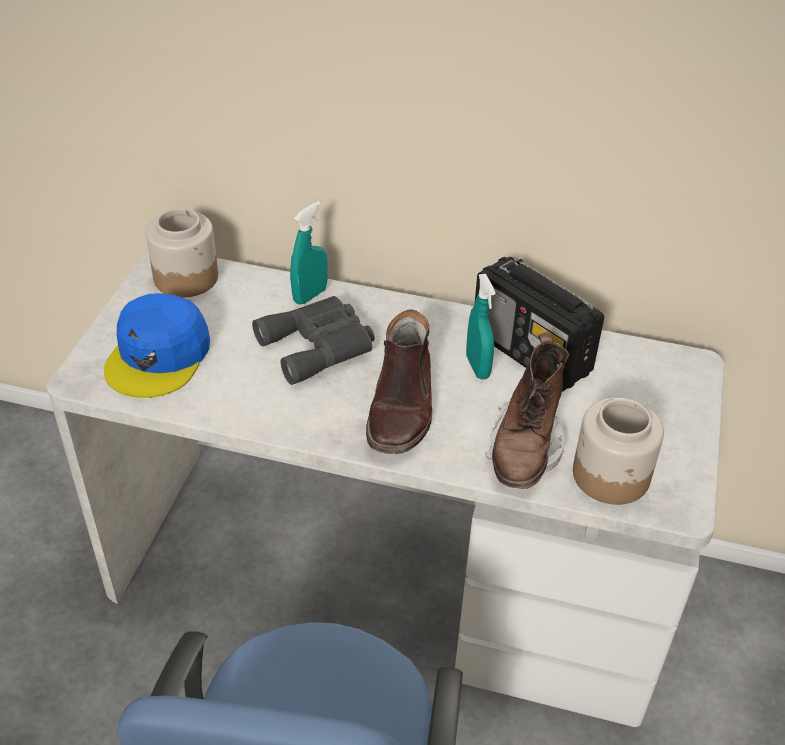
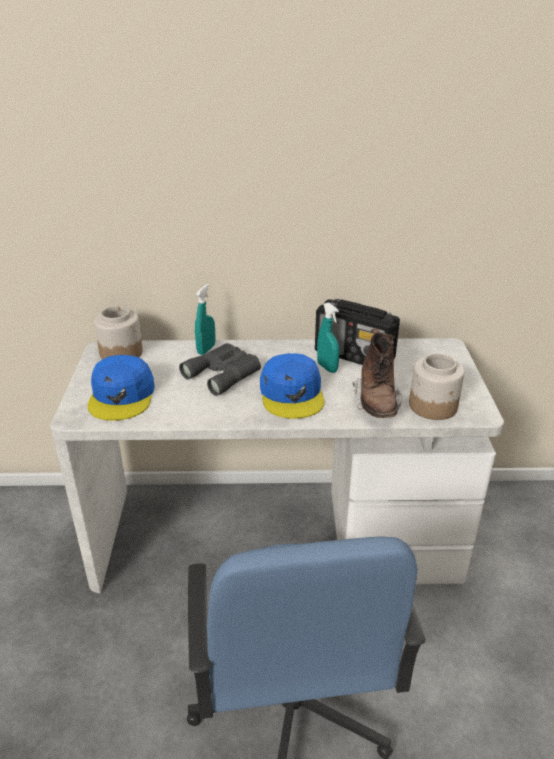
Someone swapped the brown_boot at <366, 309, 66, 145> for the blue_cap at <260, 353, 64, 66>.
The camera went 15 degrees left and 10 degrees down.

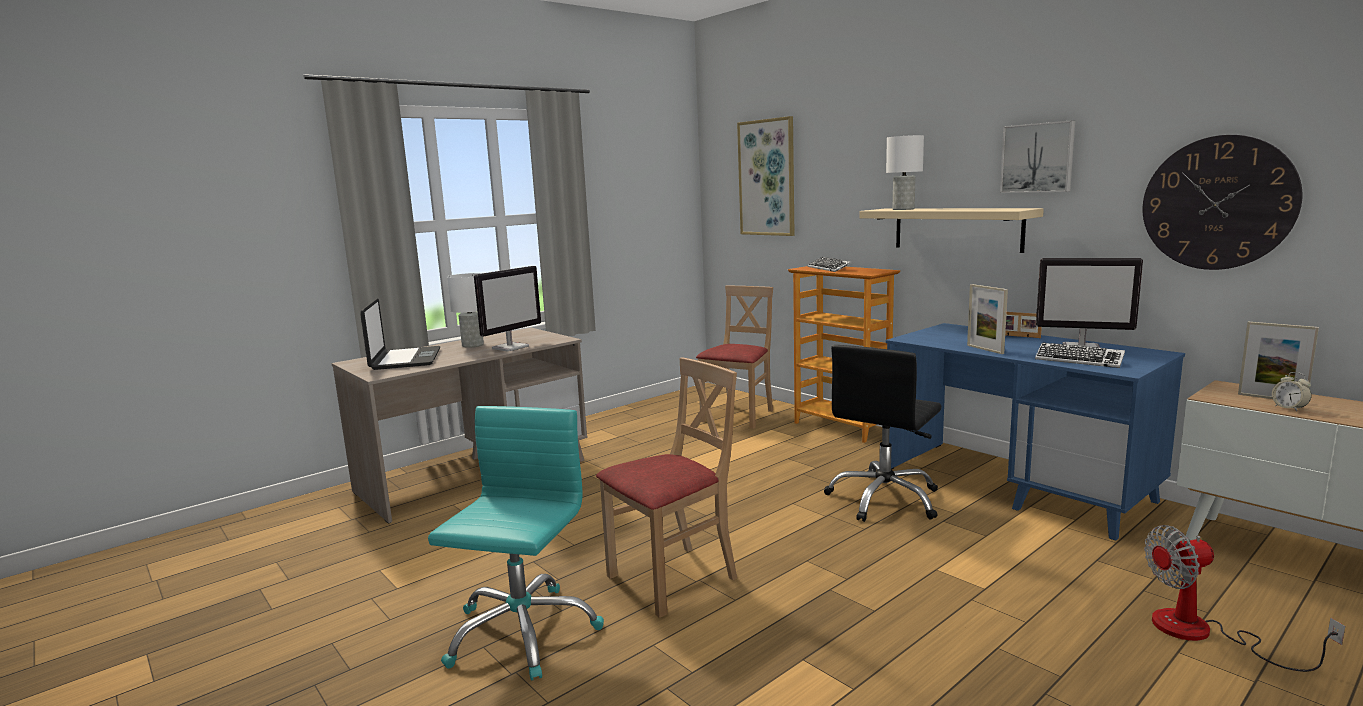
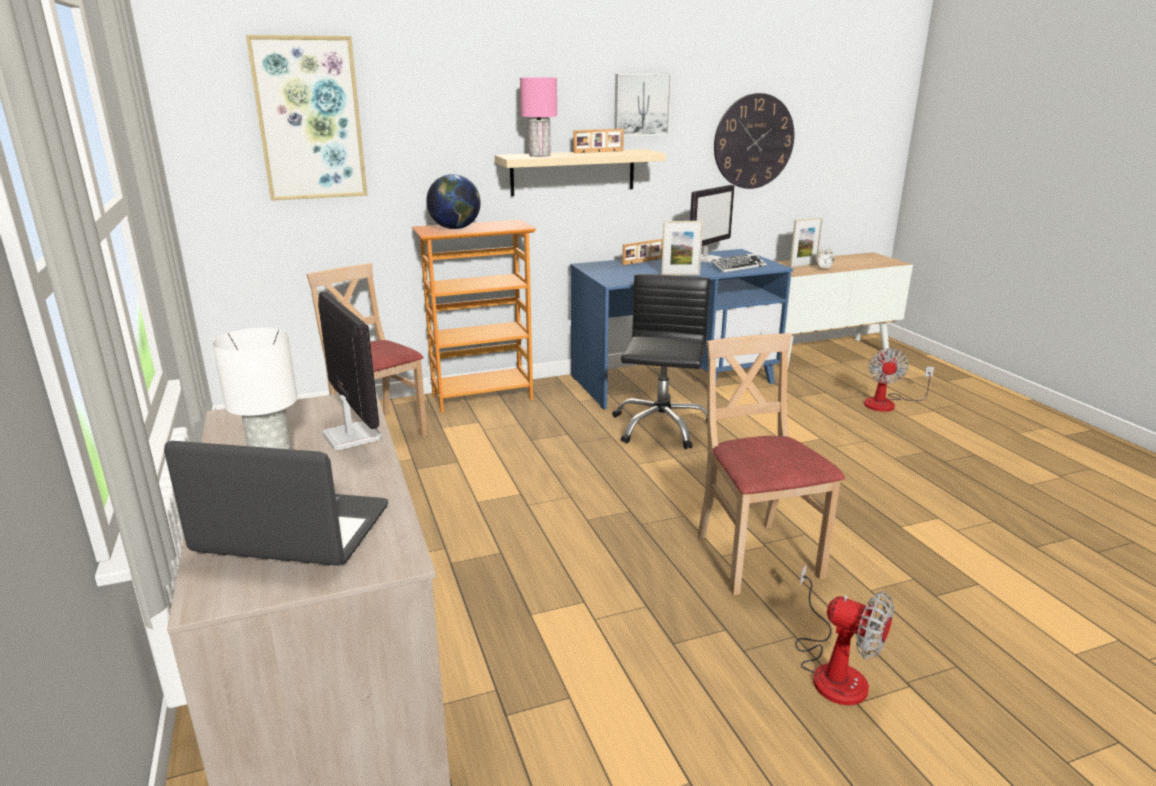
Someone swapped the keyboard at <808, 257, 43, 15> for the globe at <426, 174, 55, 55>.
Someone repainted the white_table_lamp at <886, 135, 38, 75>, which became the pink_table_lamp at <520, 78, 37, 79>.
Someone put down the picture_frame at <573, 129, 51, 24>.
Someone rotated the black_office_chair at <824, 345, 118, 177> by 135 degrees counterclockwise.
Someone swapped the turquoise_office_chair at <428, 406, 176, 275> for the fan at <795, 564, 99, 141>.
The camera went 70 degrees left and 10 degrees up.

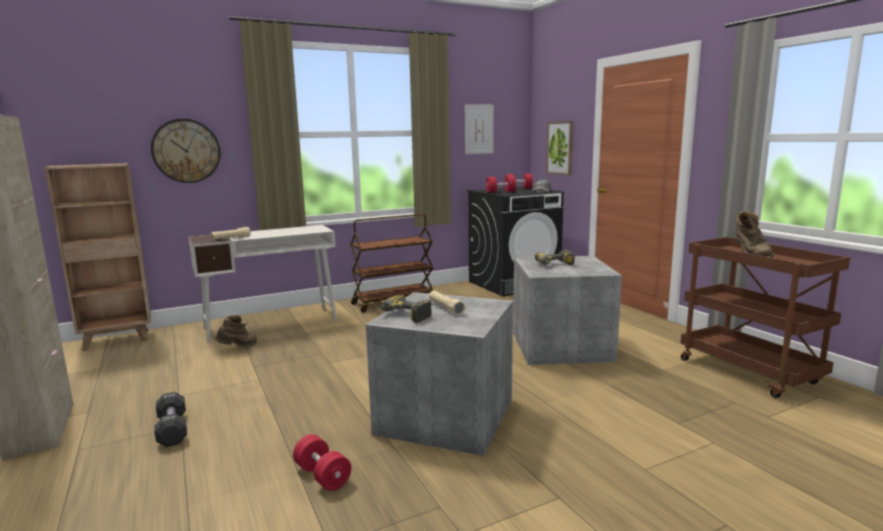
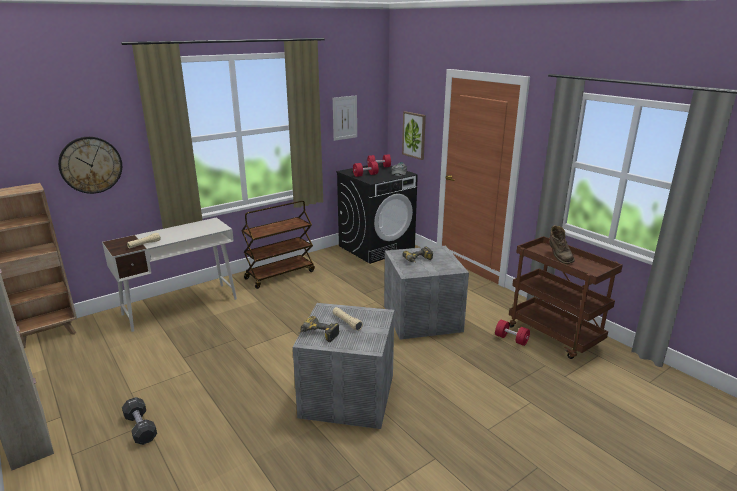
Someone carried the red_dumbbell from <293, 434, 58, 57> to <495, 320, 35, 26>.
Someone took away the brown_boot at <215, 315, 42, 32>.
The camera went 10 degrees left and 10 degrees up.

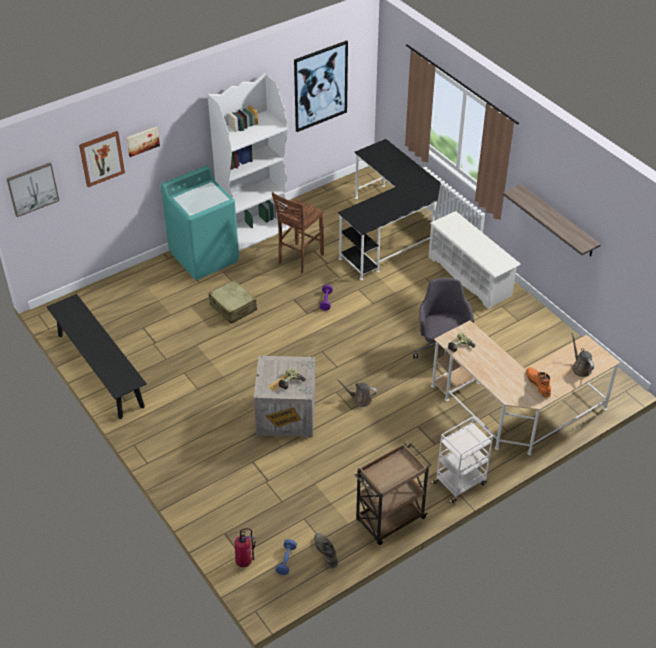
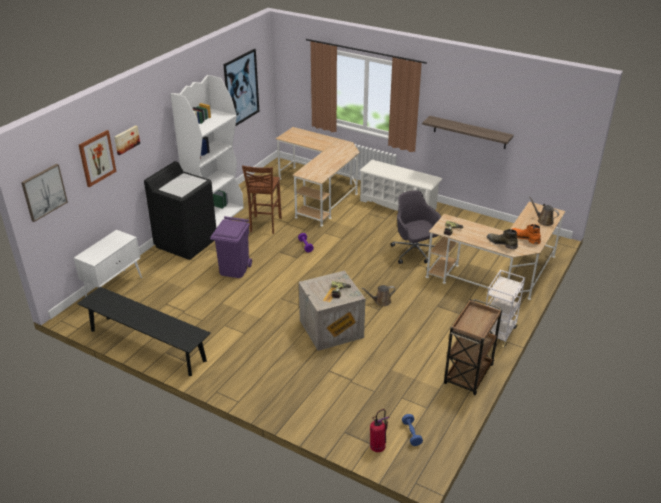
Someone put down the white_cabinet at <74, 230, 68, 67>.
Someone repainted the turquoise_washing_machine at <161, 166, 78, 114>, which became the black_washing_machine at <144, 161, 72, 99>.
Someone swapped the beige_suitcase at <209, 280, 48, 44> for the purple_trash_can at <210, 216, 42, 62>.
Someone repainted the black_desk at <338, 139, 103, 141>, which became the beige_desk at <276, 127, 84, 100>.
Someone carried the green_boot from <314, 533, 24, 35> to <487, 229, 31, 20>.
The camera went 25 degrees left and 10 degrees down.

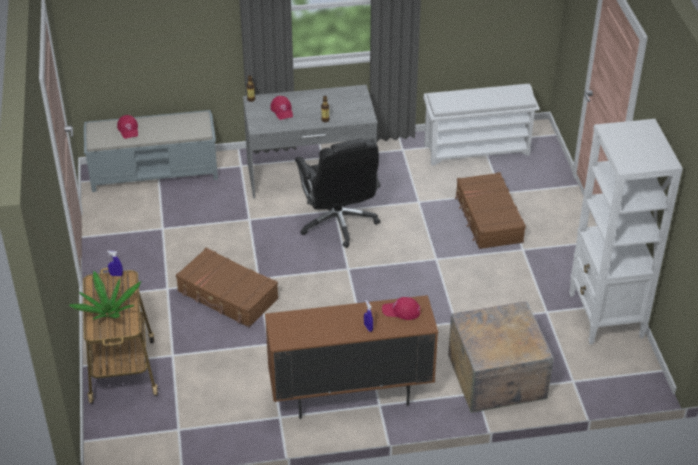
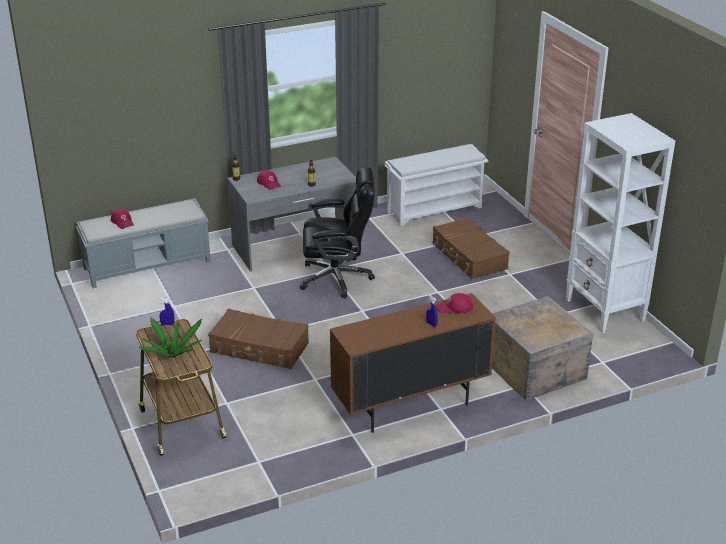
Someone rotated the black_office_chair at <295, 139, 85, 109> by 60 degrees counterclockwise.
The camera went 15 degrees left and 10 degrees down.

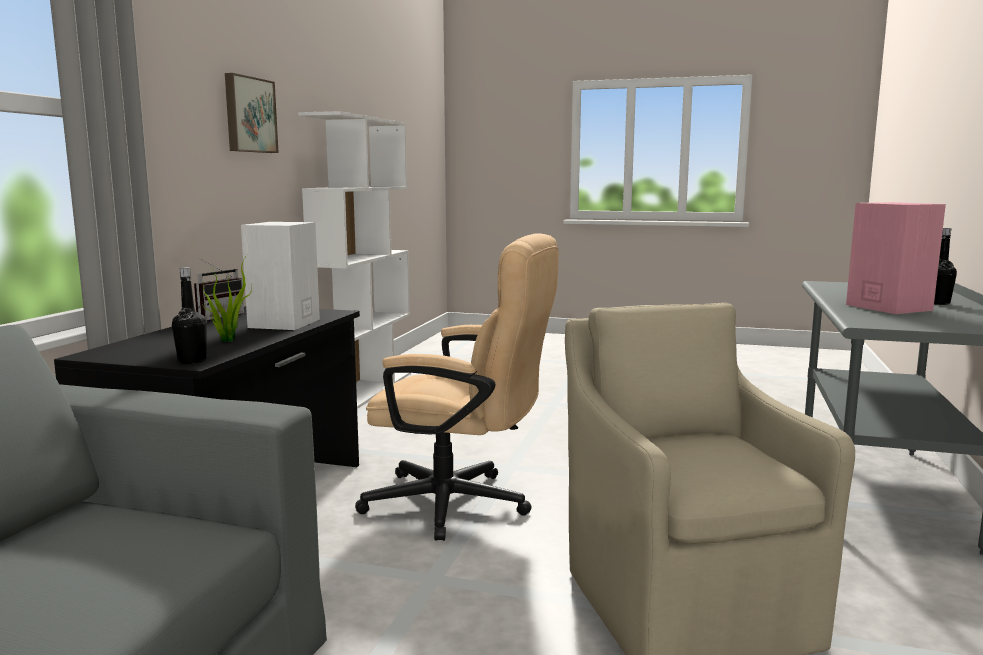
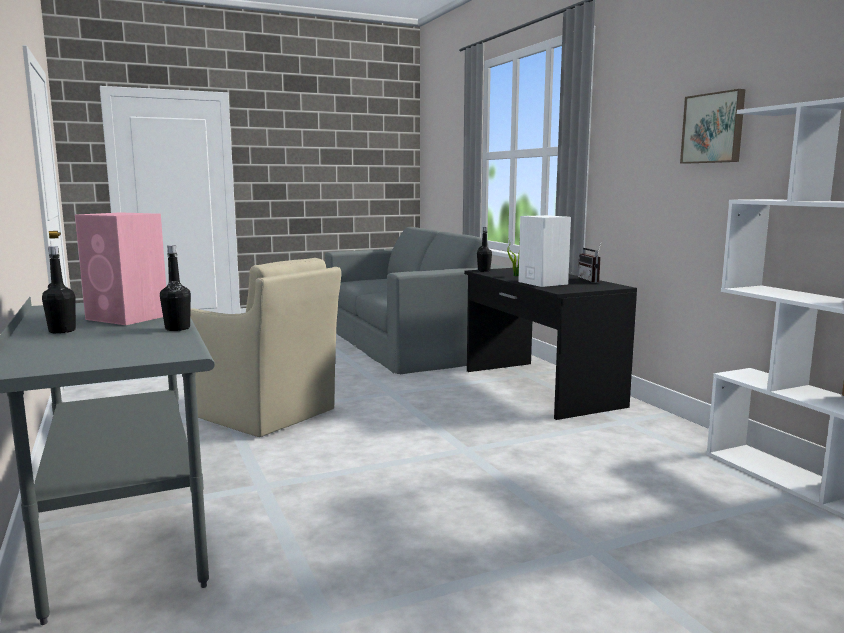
Someone put down the black_bottle at <160, 245, 31, 86>.
Someone took away the beige_office_chair at <355, 233, 204, 308>.
The camera went 140 degrees right and 0 degrees up.

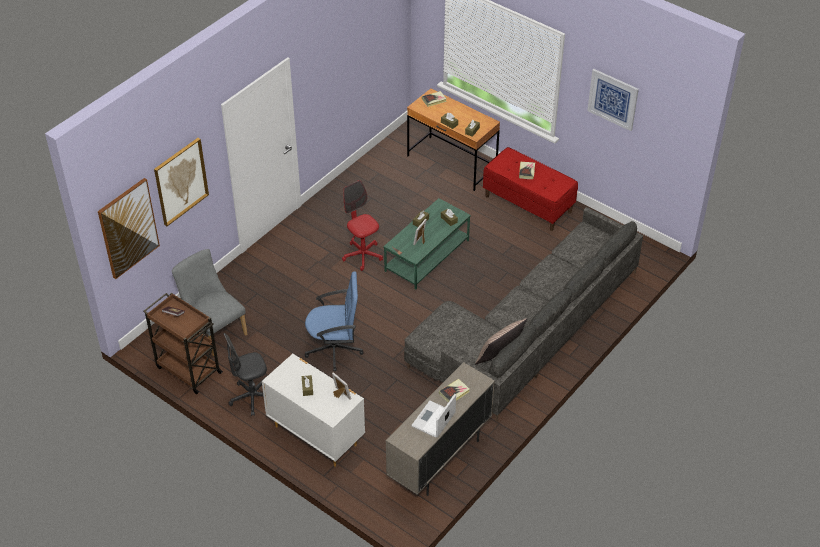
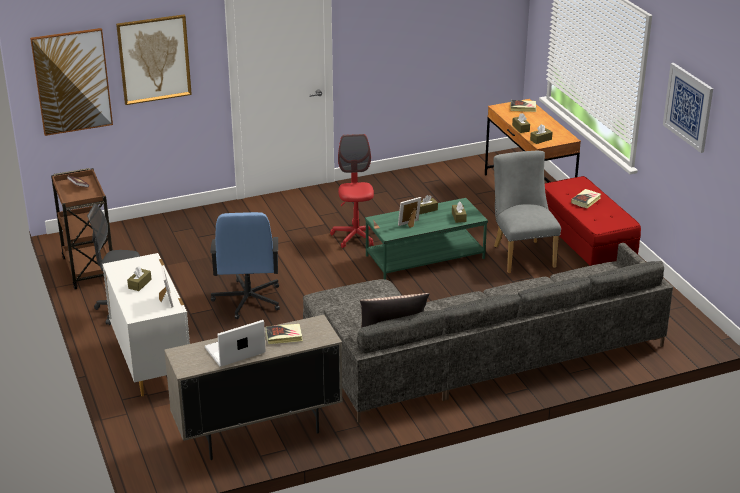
Someone rotated the blue_office_chair at <305, 271, 59, 101> by 60 degrees clockwise.
Someone carried the grey_chair from <172, 249, 76, 107> to <494, 151, 67, 122>.
The camera went 30 degrees right and 15 degrees down.

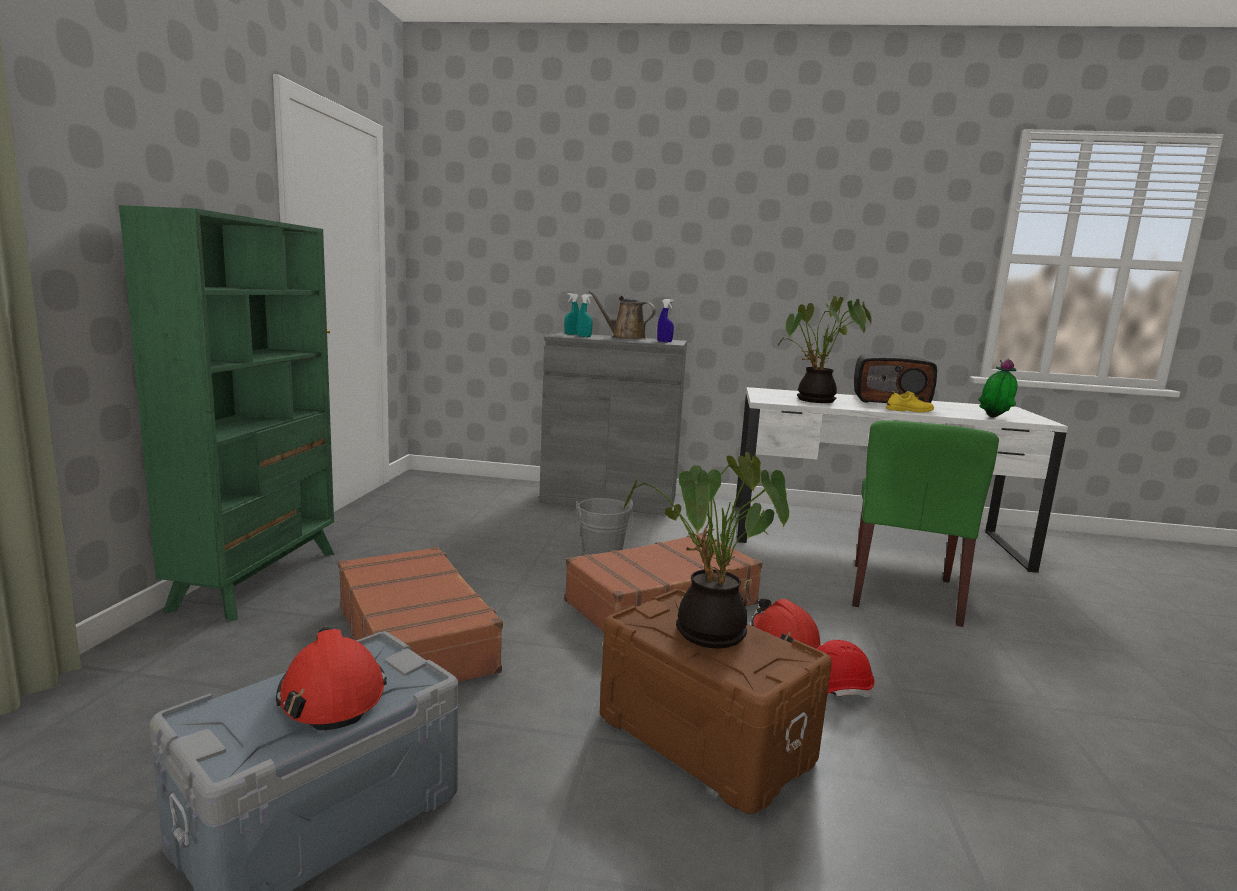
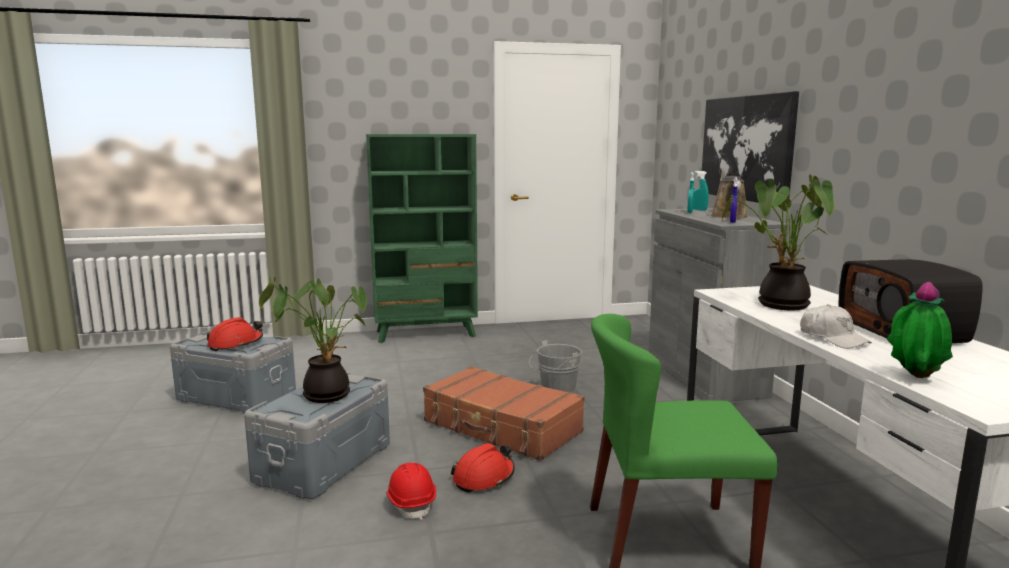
Someone repainted the brown_storage_box at <600, 589, 232, 225>, which became the grey_storage_box at <244, 372, 146, 127>.
Someone put up the picture at <702, 91, 97, 112>.
Someone swapped the yellow_shoe at <886, 391, 48, 21> for the white_cap at <800, 304, 72, 45>.
Someone took away the brown_suitcase at <338, 547, 165, 135>.
The camera went 70 degrees right and 0 degrees up.

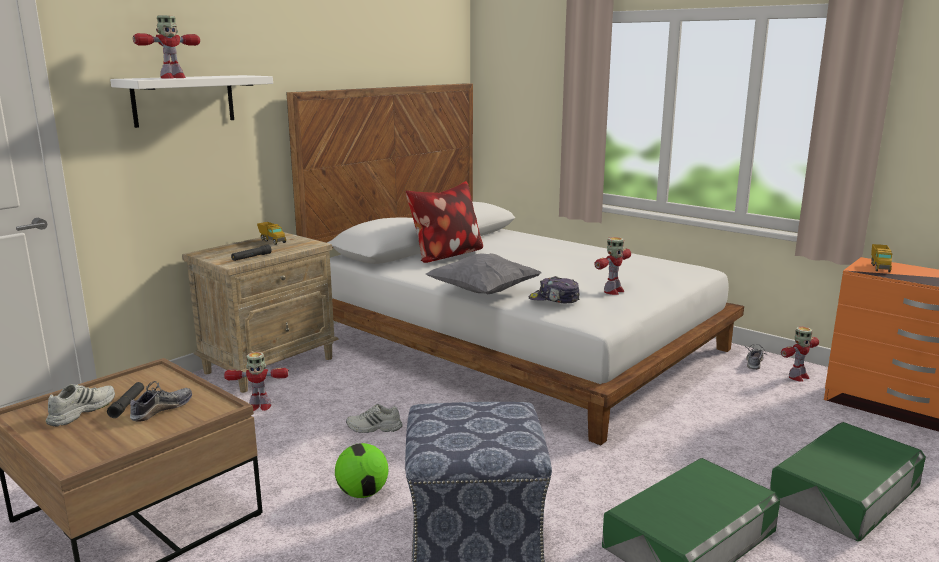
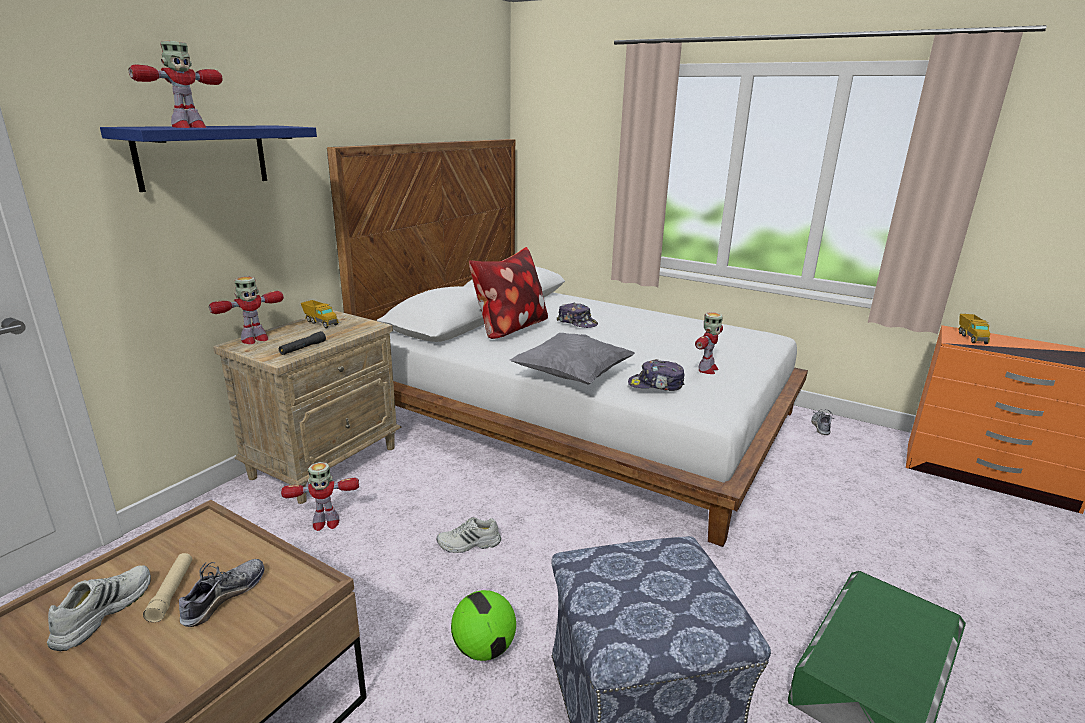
Someone repainted the white_shelf at <110, 75, 163, 53>, which became the blue_shelf at <100, 125, 217, 67>.
Someone repainted the black_flashlight at <107, 382, 37, 36>, which became the beige_flashlight at <143, 553, 49, 69>.
Someone carried the toy_robot from <781, 327, 38, 55> to <209, 277, 75, 67>.
Someone put down the cap at <557, 303, 41, 25>.
Someone took away the green_storage_box at <770, 422, 156, 120>.
The camera went 10 degrees left and 5 degrees up.

